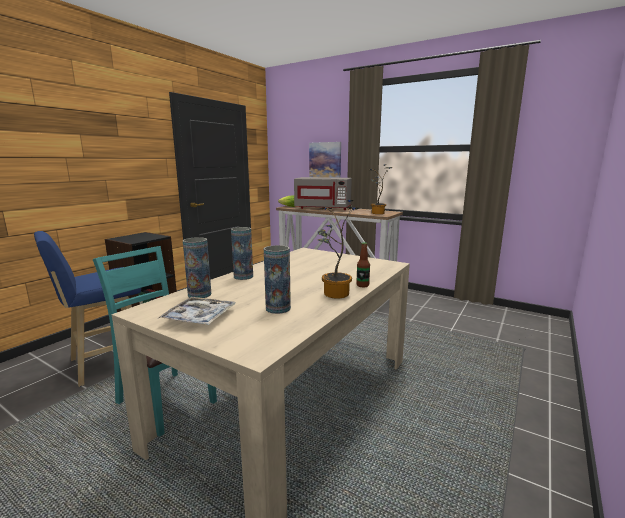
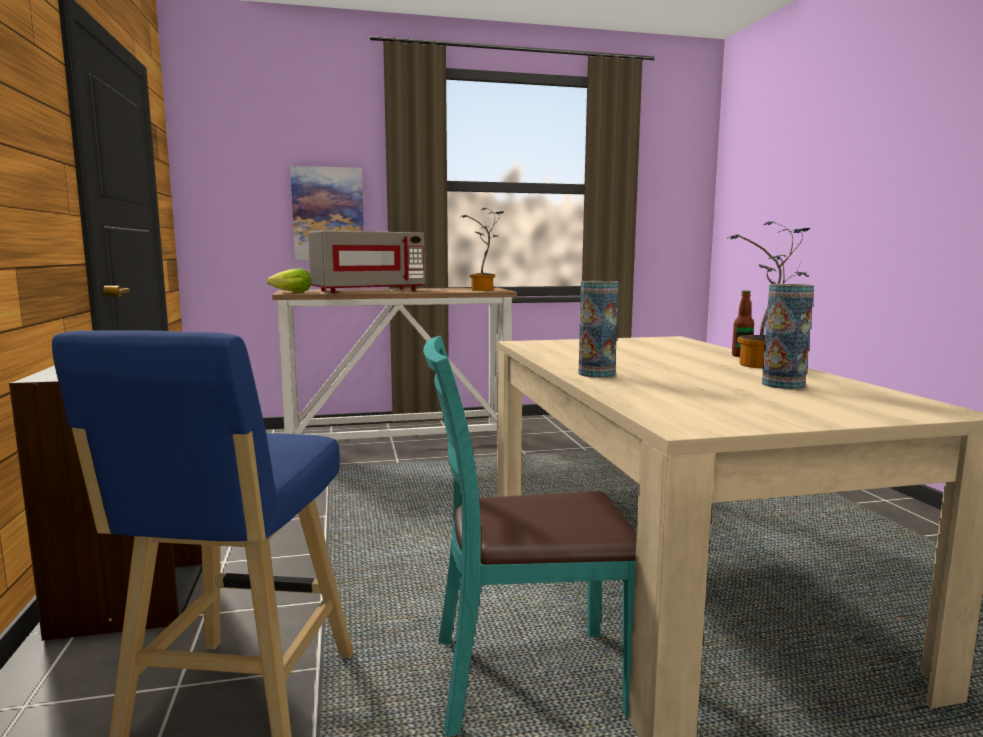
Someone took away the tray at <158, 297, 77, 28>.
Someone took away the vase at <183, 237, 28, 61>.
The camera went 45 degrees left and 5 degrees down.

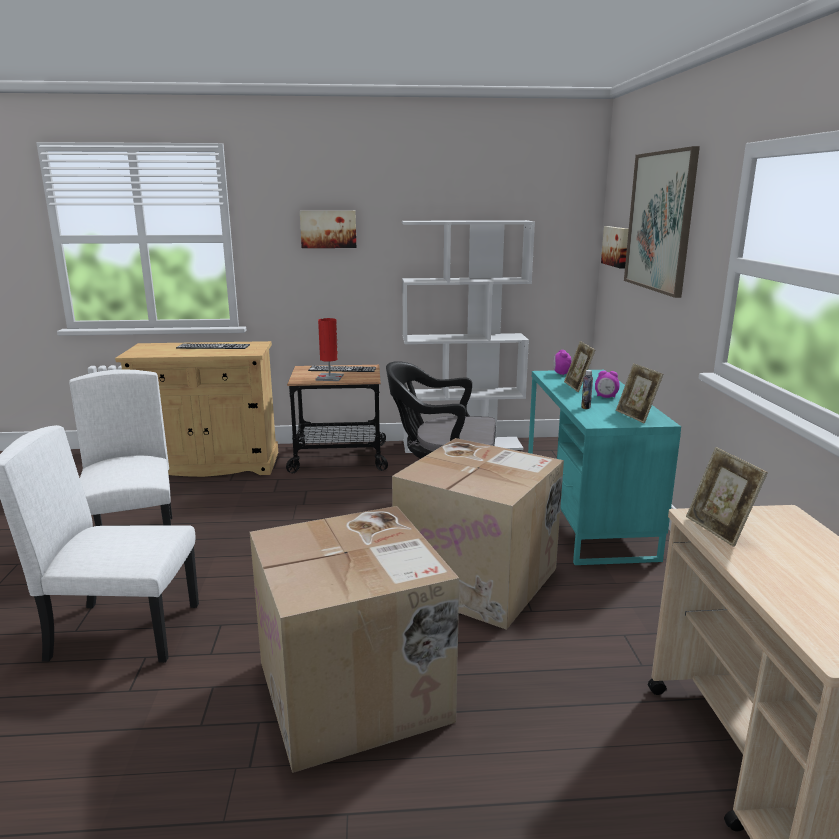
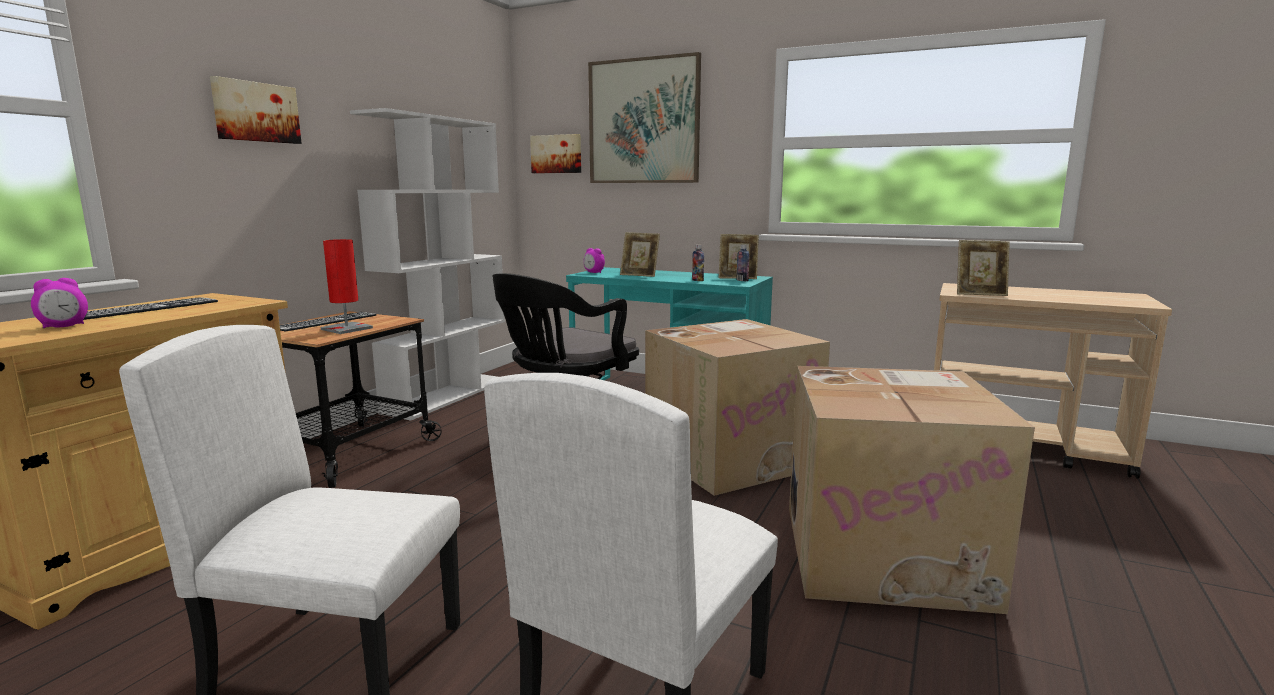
Someone carried the alarm_clock from <595, 371, 25, 27> to <31, 278, 57, 50>.
Someone put down the bottle at <736, 245, 14, 36>.
The camera went 60 degrees left and 5 degrees down.

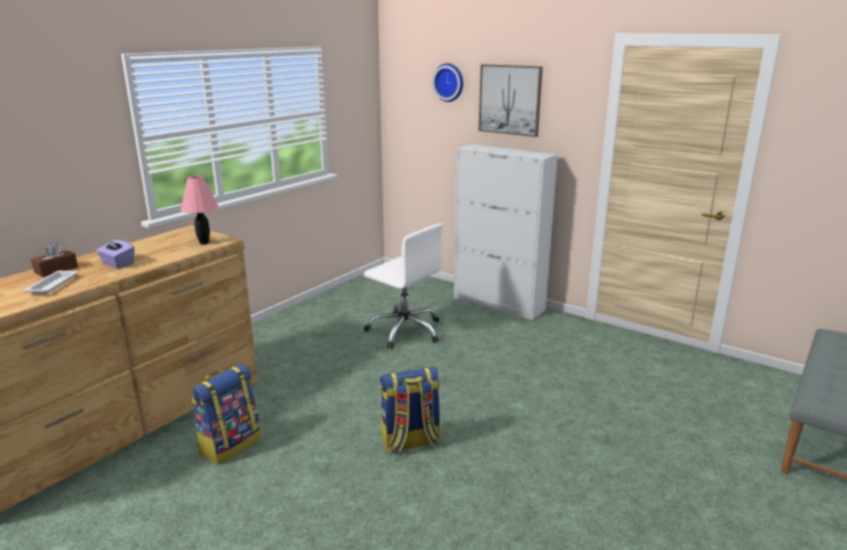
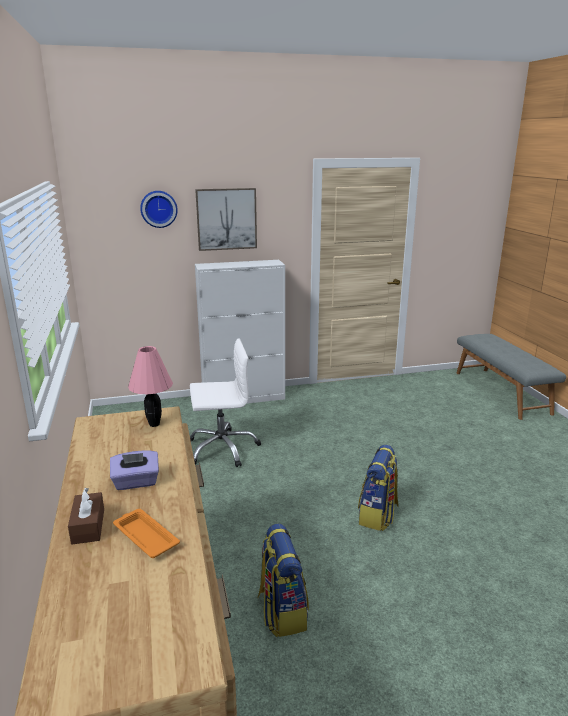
Someone repainted the white_tray at <24, 271, 54, 23>, which became the orange_tray at <113, 509, 67, 49>.
The camera went 50 degrees left and 0 degrees up.

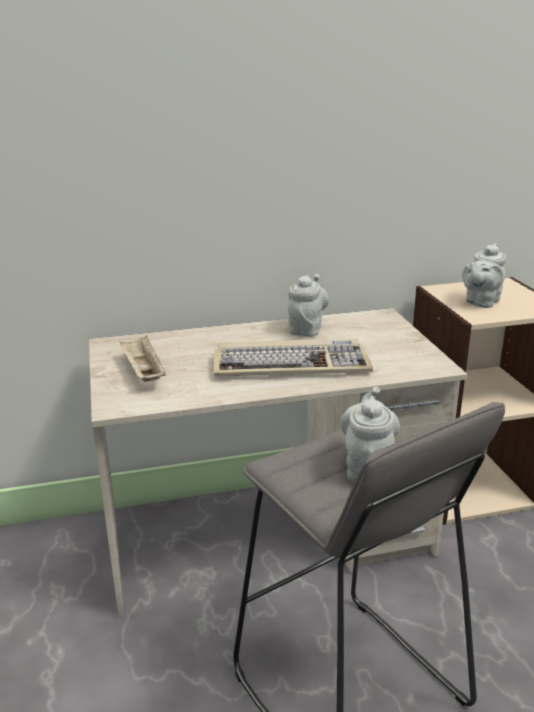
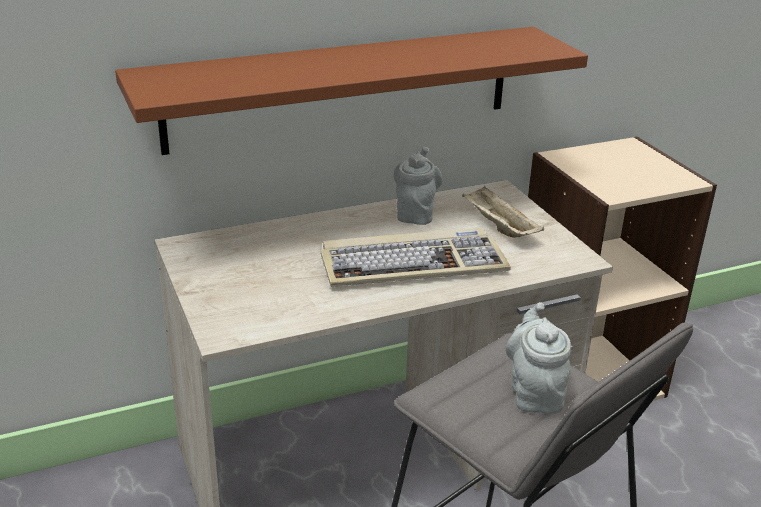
Someone put up the brown_shelf at <115, 27, 473, 128>.
Someone carried the beige_tray from <119, 335, 48, 47> to <462, 186, 82, 52>.
Someone took away the grey_teapot at <462, 243, 44, 65>.
The camera went 10 degrees left and 5 degrees up.

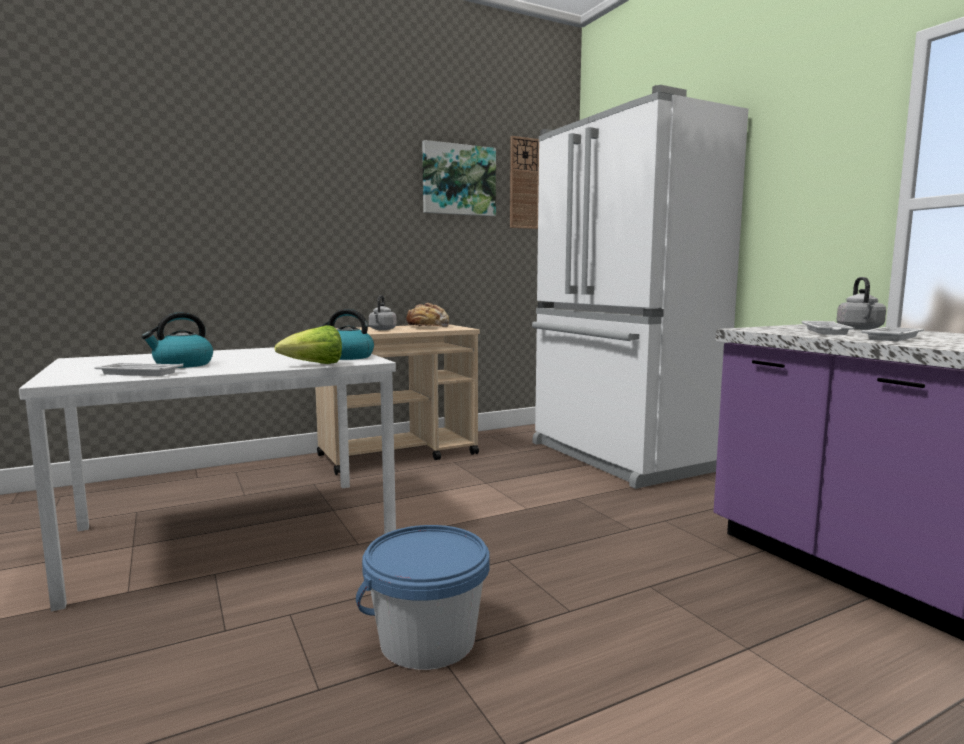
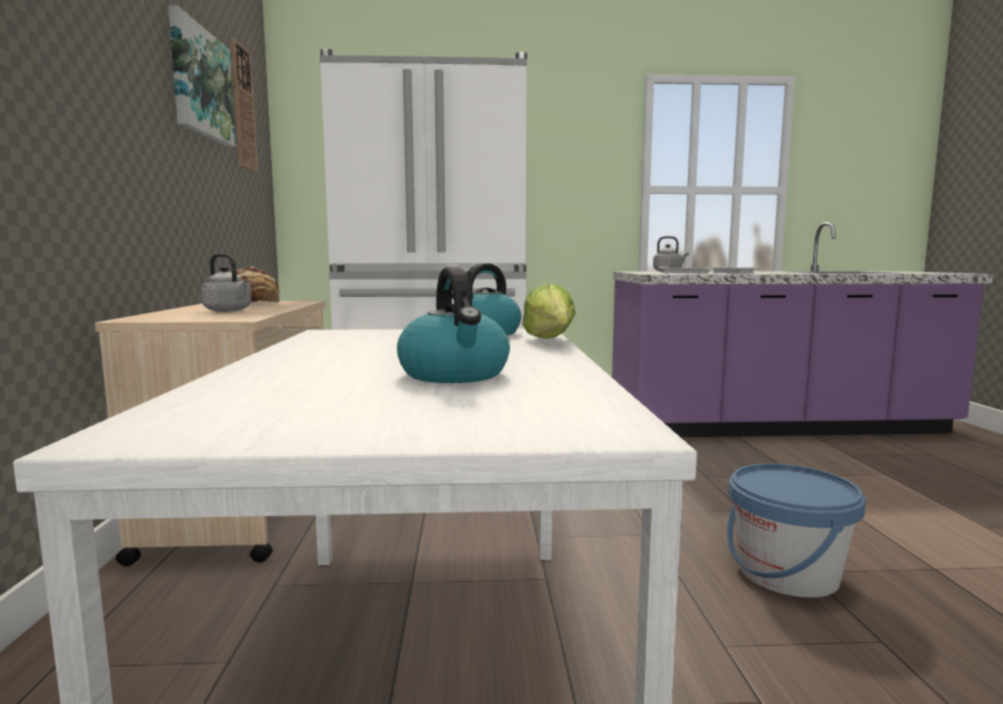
Someone took away the white_tray at <94, 363, 89, 13>.
The camera went 65 degrees left and 0 degrees up.

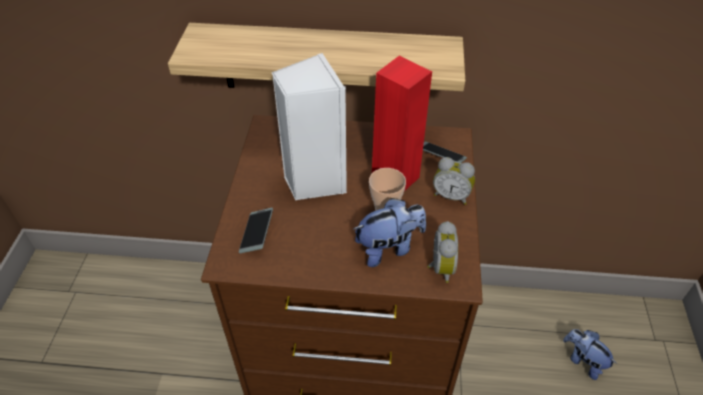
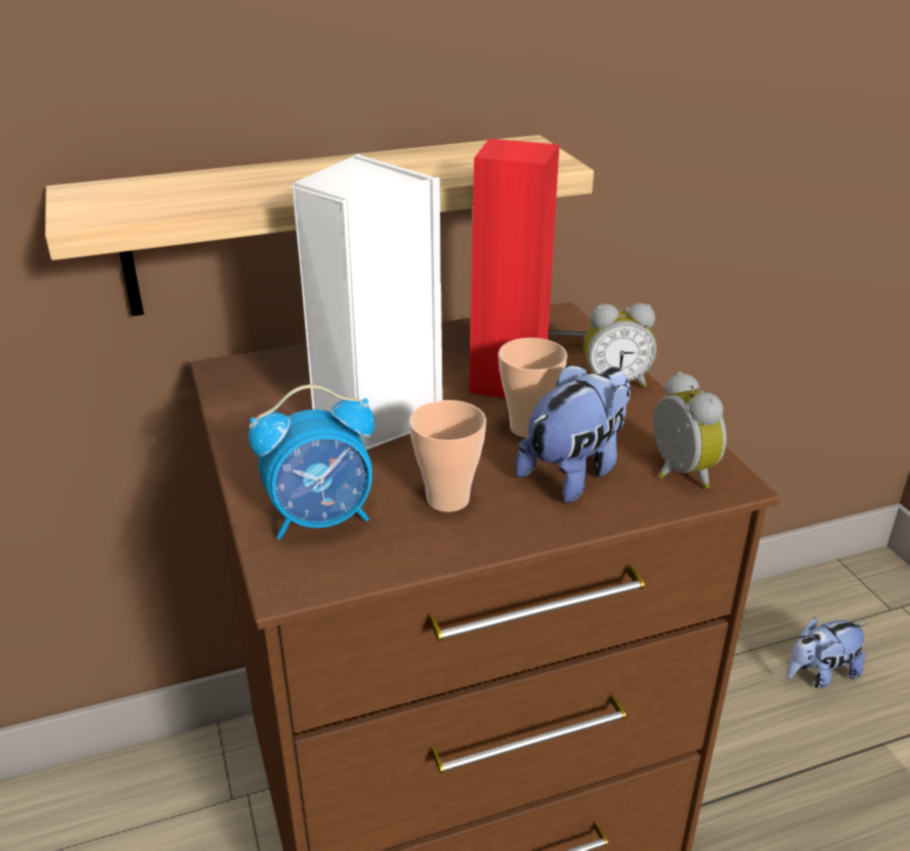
Someone swapped the phone at <239, 208, 34, 45> for the alarm_clock at <248, 385, 127, 154>.
Someone put down the cup at <409, 400, 77, 112>.
Someone rotated the plush_toy at <563, 329, 54, 51> by 45 degrees counterclockwise.
The camera went 25 degrees left and 15 degrees down.

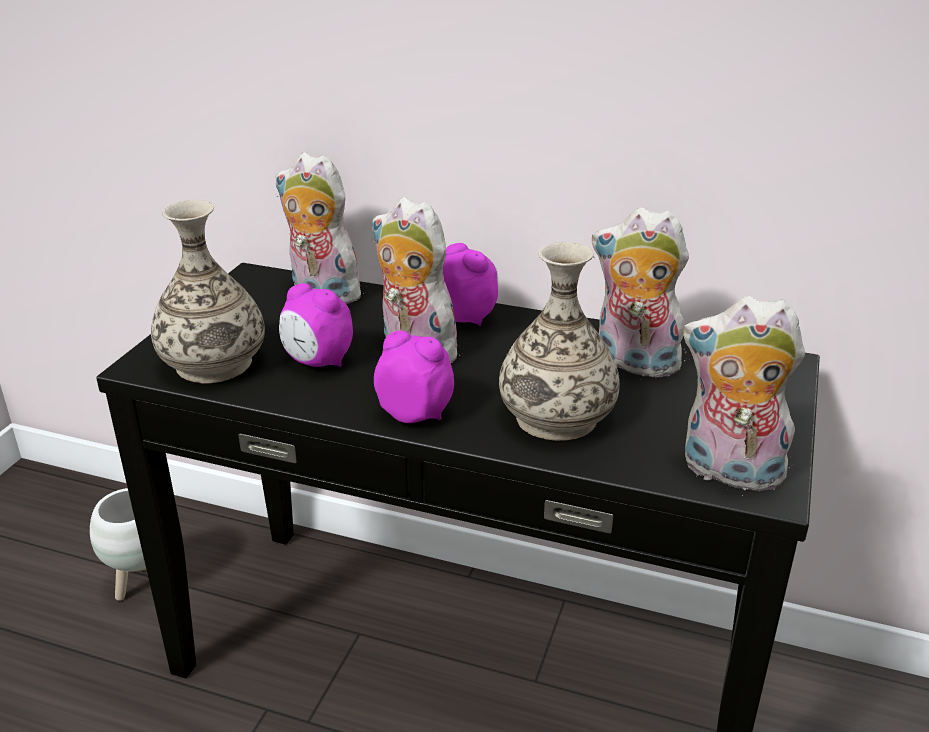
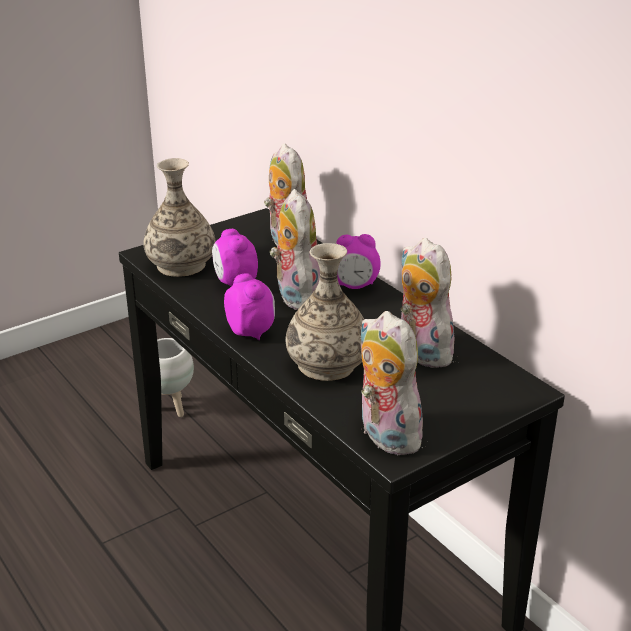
Someone rotated the alarm_clock at <443, 243, 56, 83> by 90 degrees clockwise.
The camera went 35 degrees right and 0 degrees up.

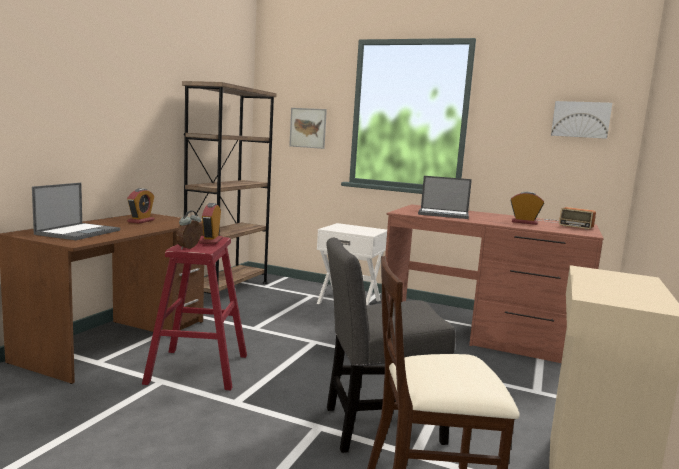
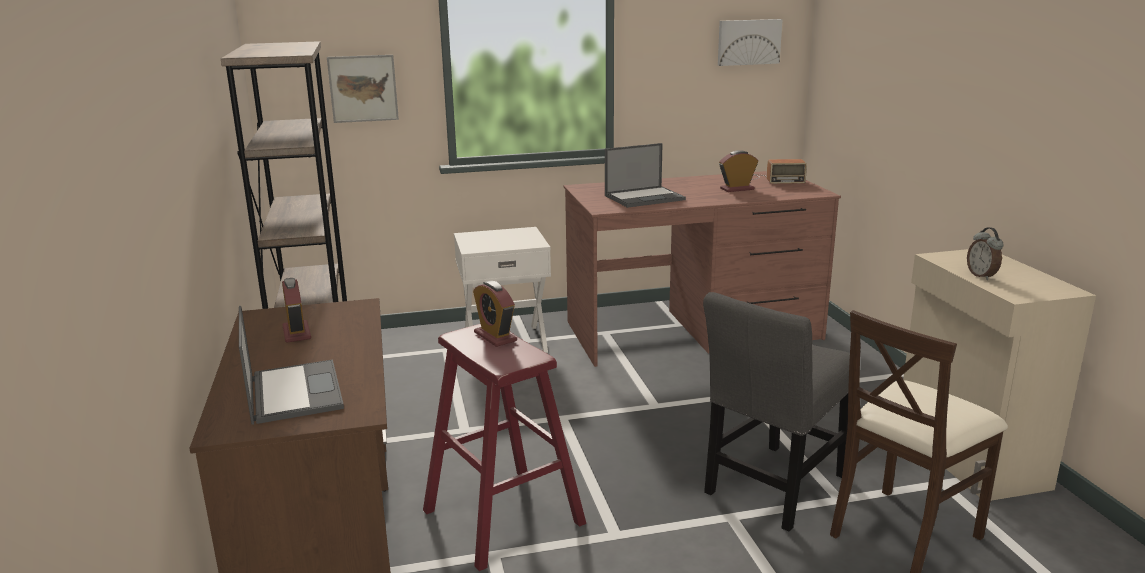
Someone carried the alarm_clock from <176, 210, 25, 39> to <967, 227, 37, 53>.
The camera went 35 degrees left and 10 degrees up.

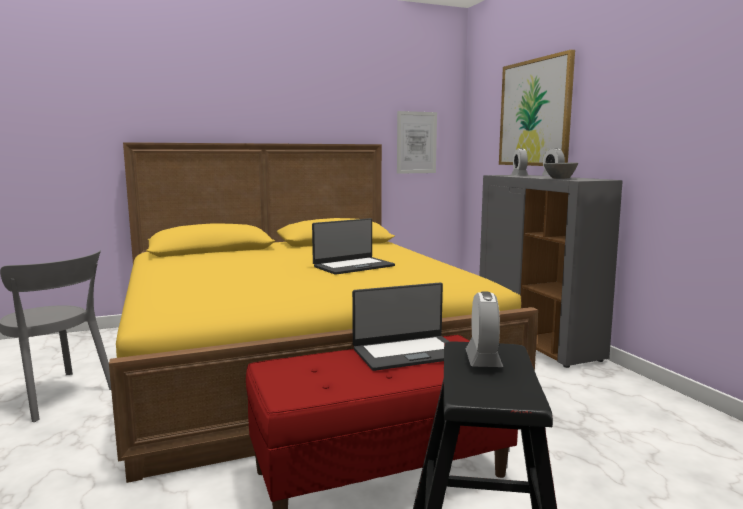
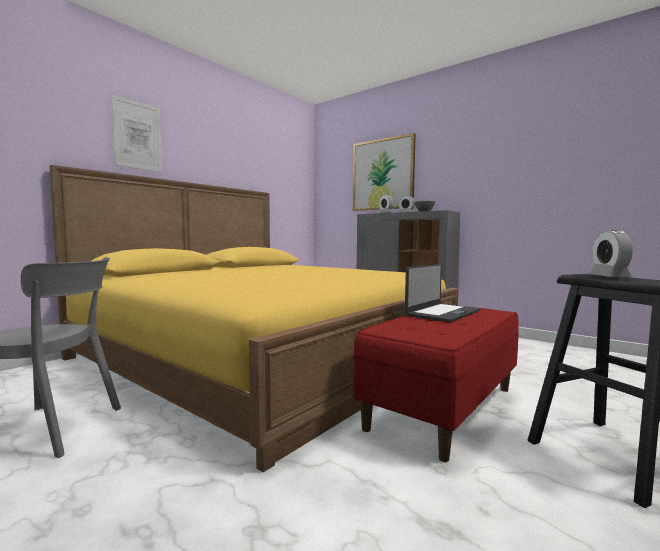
Someone carried the picture from <397, 111, 40, 63> to <112, 95, 50, 77>.
Someone rotated the alarm_clock at <466, 291, 37, 76> by 150 degrees counterclockwise.
Someone took away the laptop at <312, 218, 83, 57>.
The camera went 30 degrees left and 5 degrees down.

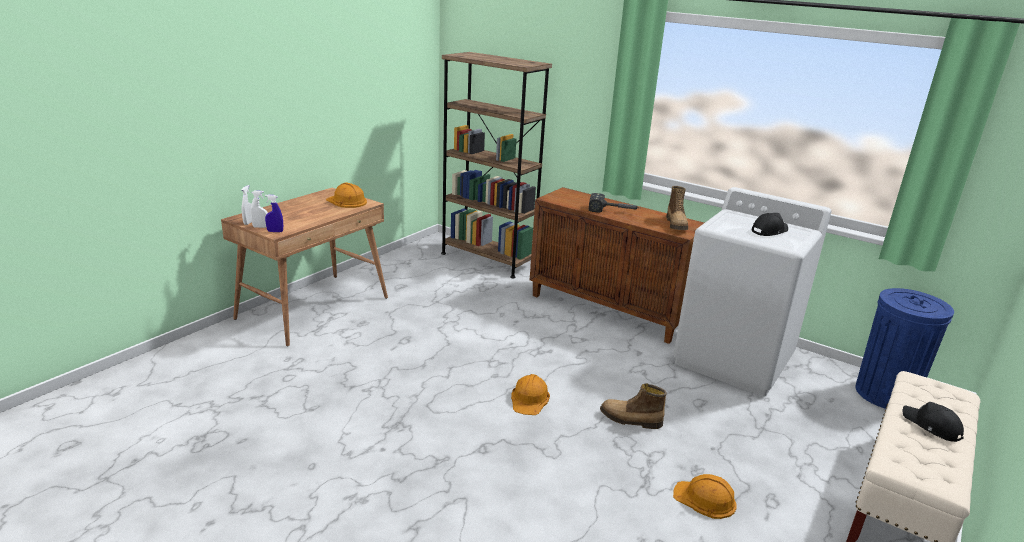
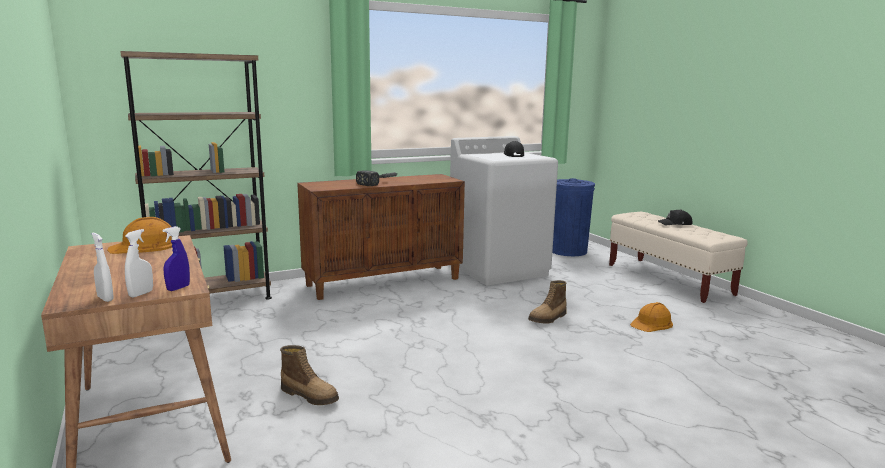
Someone carried the boot from <666, 186, 22, 44> to <280, 345, 59, 60>.
Someone took away the orange_hard_hat at <511, 374, 39, 41>.
The camera went 60 degrees left and 10 degrees down.

